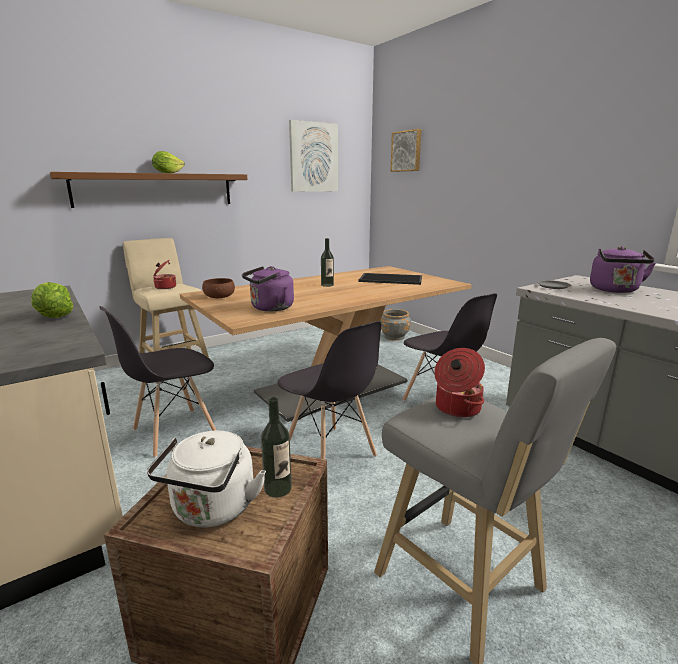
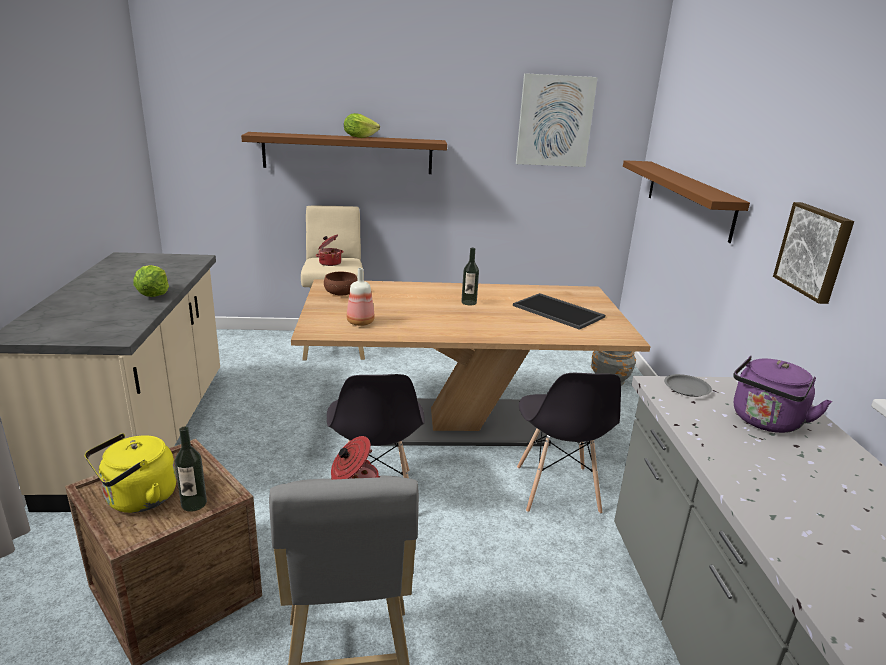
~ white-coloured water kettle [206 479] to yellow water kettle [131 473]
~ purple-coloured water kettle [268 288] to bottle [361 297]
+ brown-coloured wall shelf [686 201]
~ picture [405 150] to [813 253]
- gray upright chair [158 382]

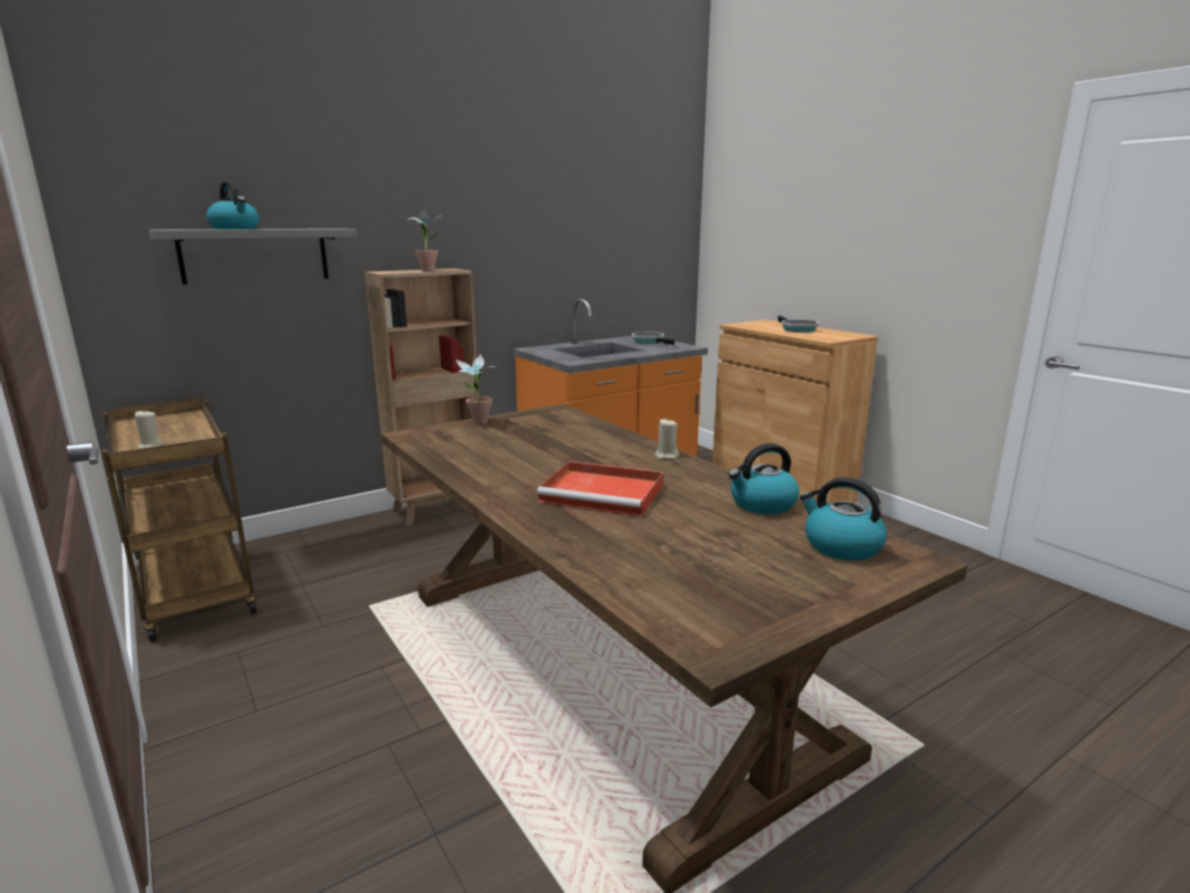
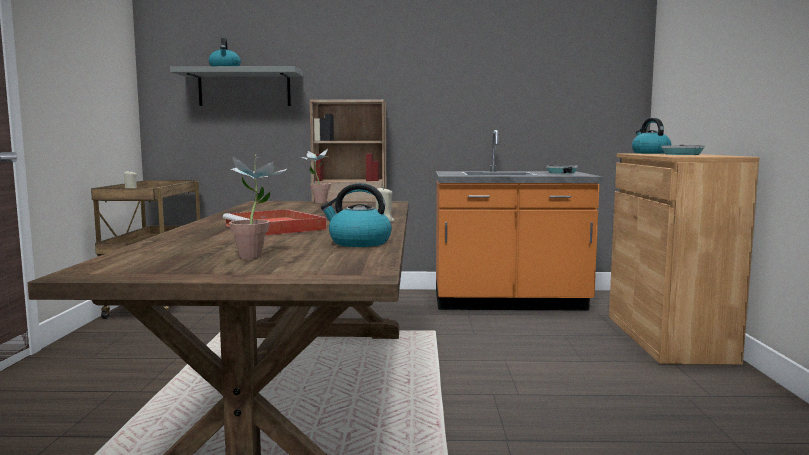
~ plant in a pot [425 241] to [257 206]
~ water kettle [843 519] to [651 136]

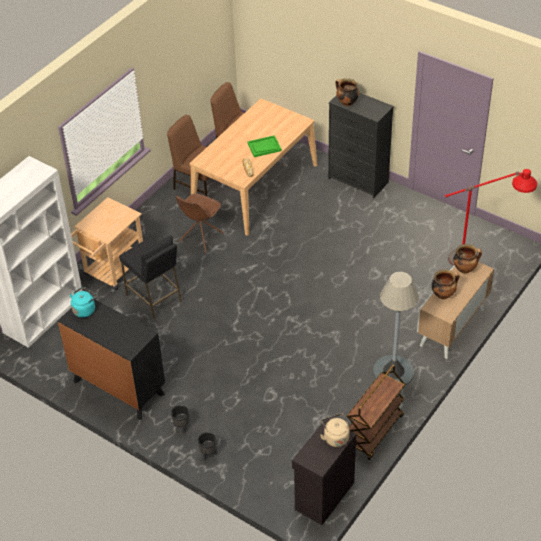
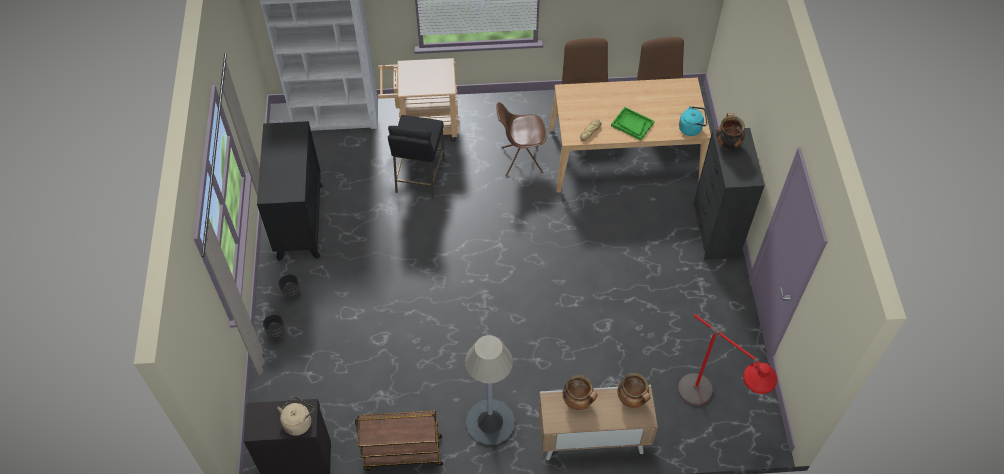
~ blue-green water kettle [84 302] to [693 121]

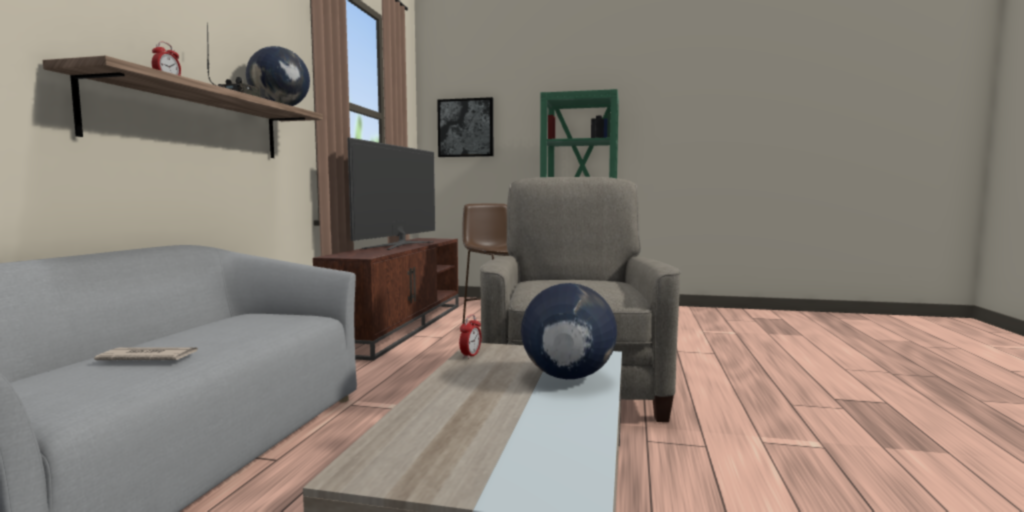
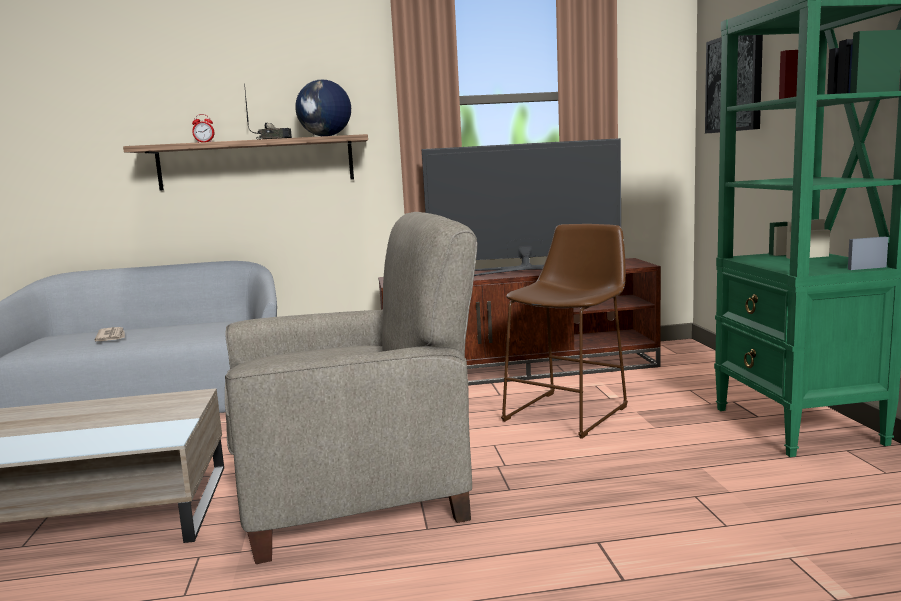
- alarm clock [470 336]
- world globe [569 331]

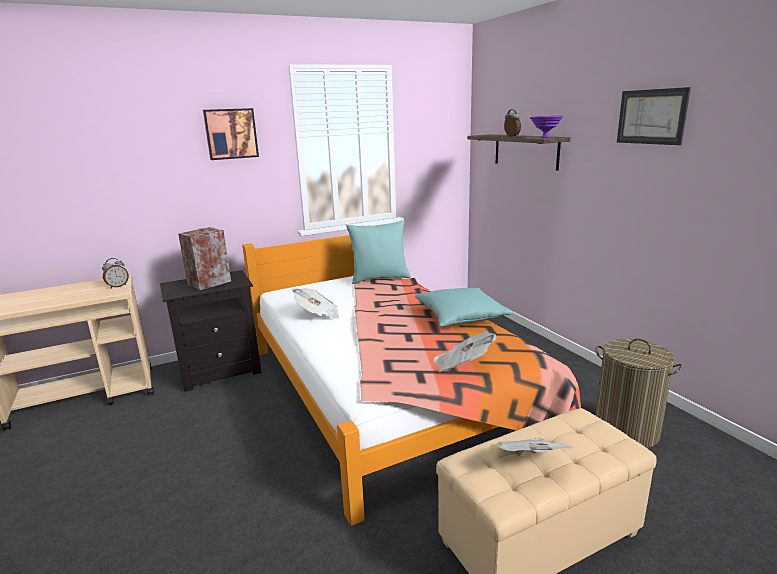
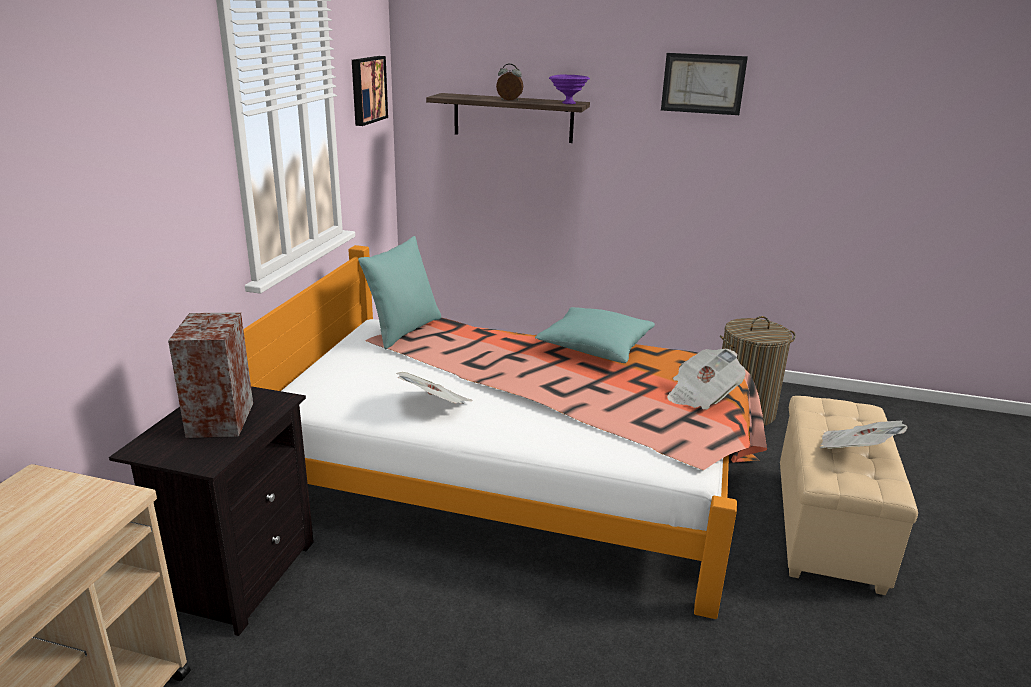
~ picture [231 134] to [370 91]
- alarm clock [115 273]

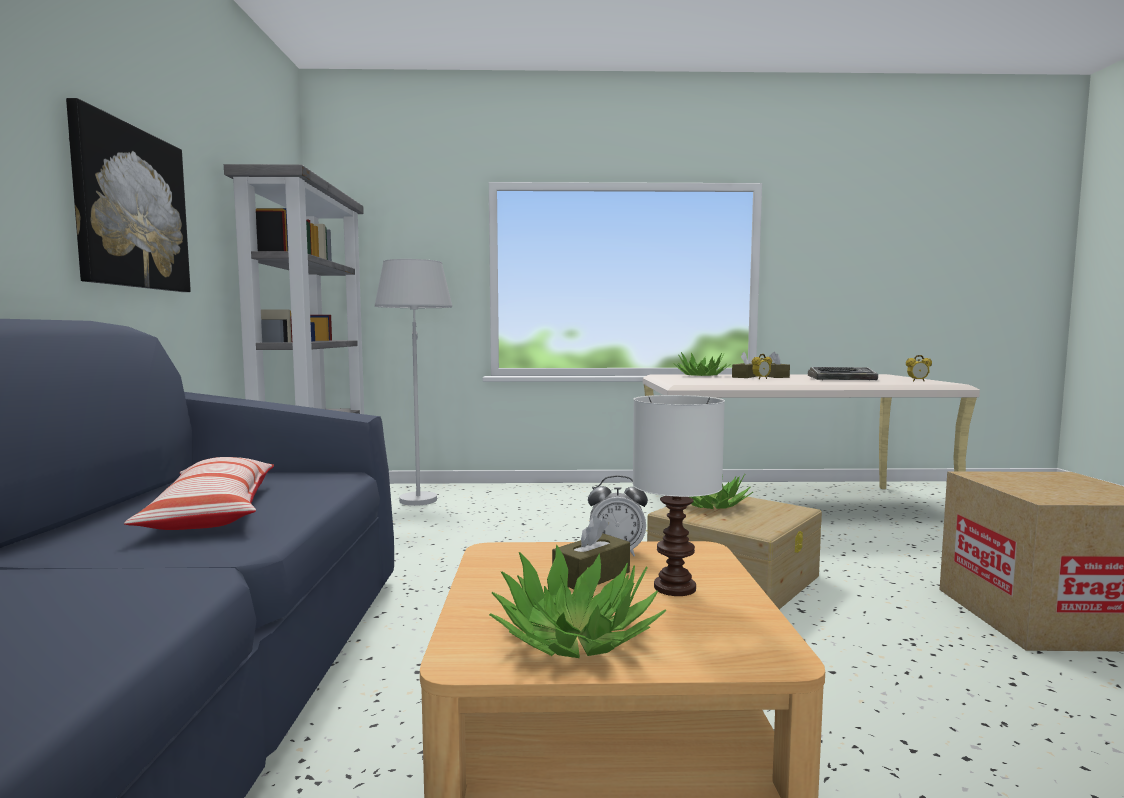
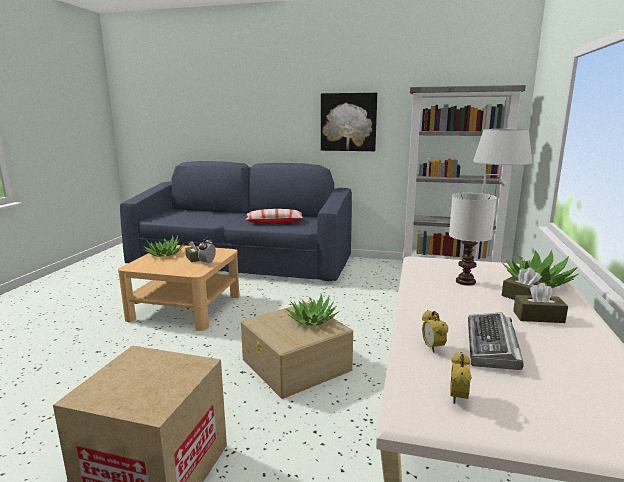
~ alarm clock [762 366] to [435 331]
~ white-coloured lamp for a table [679 495] to [473 239]

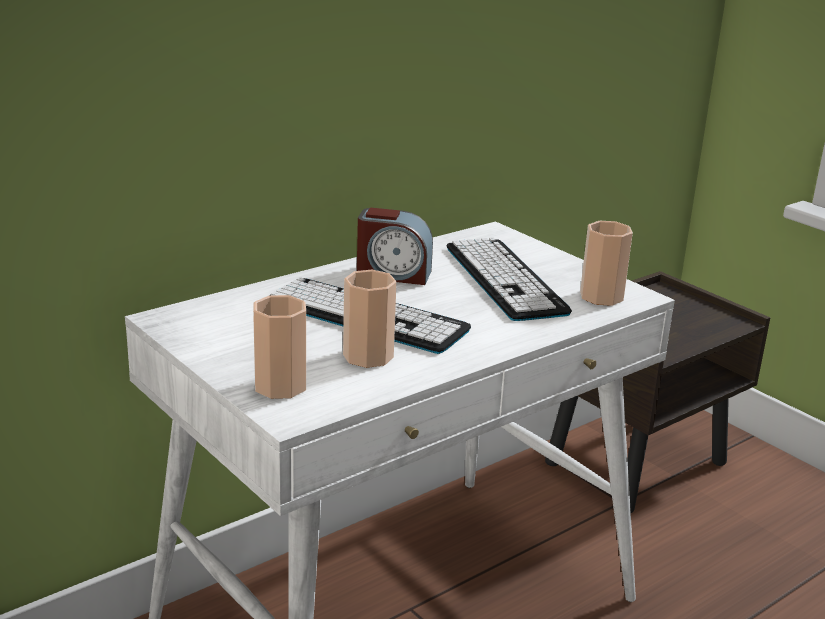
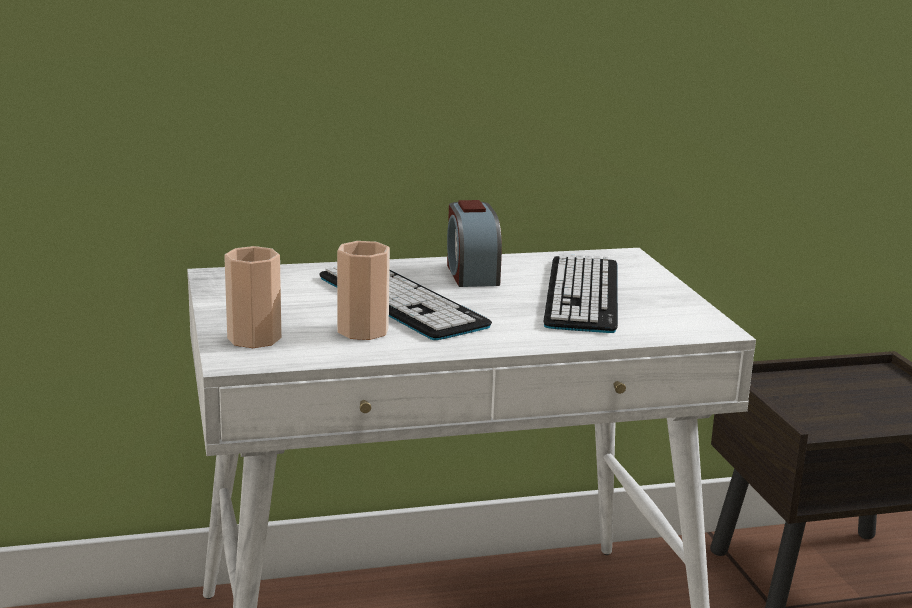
~ alarm clock [395 246] = [474 243] 45 degrees clockwise
- small cup [606 263]

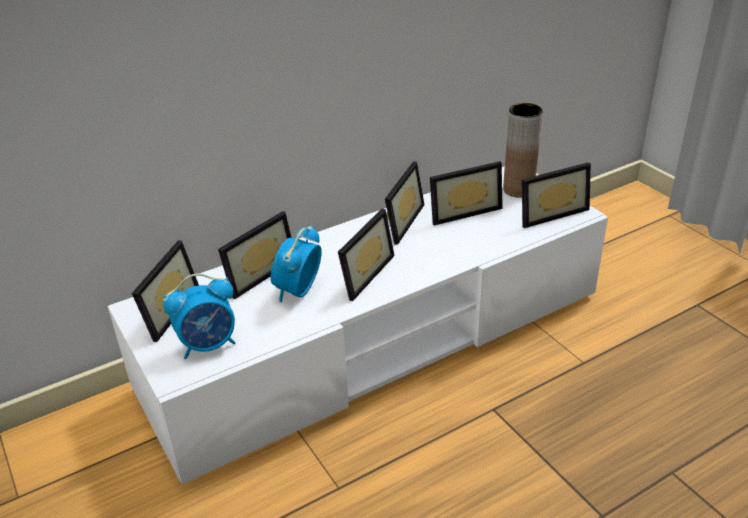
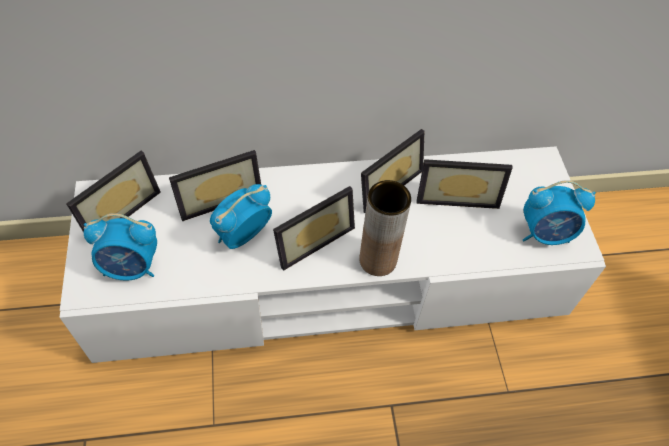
~ brown-coloured vase [523 150] to [385 228]
~ picture frame [556 195] to alarm clock [559 212]

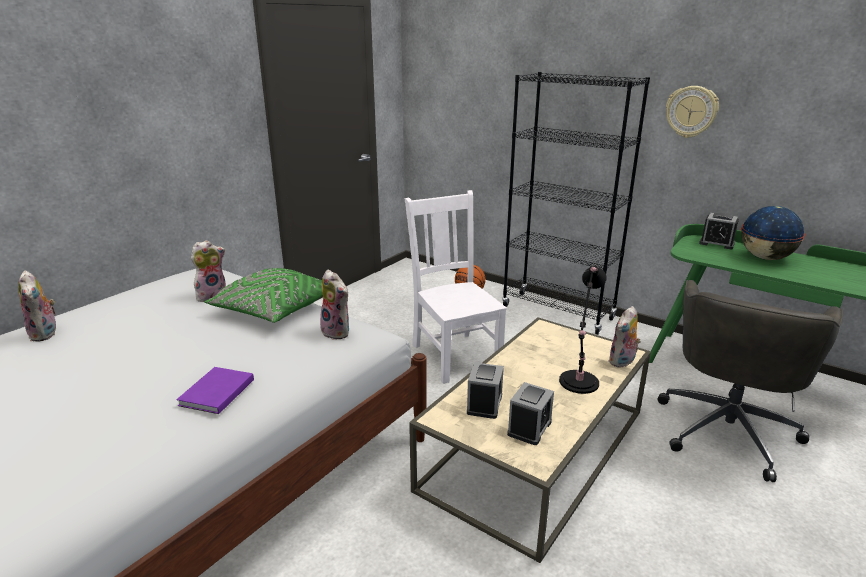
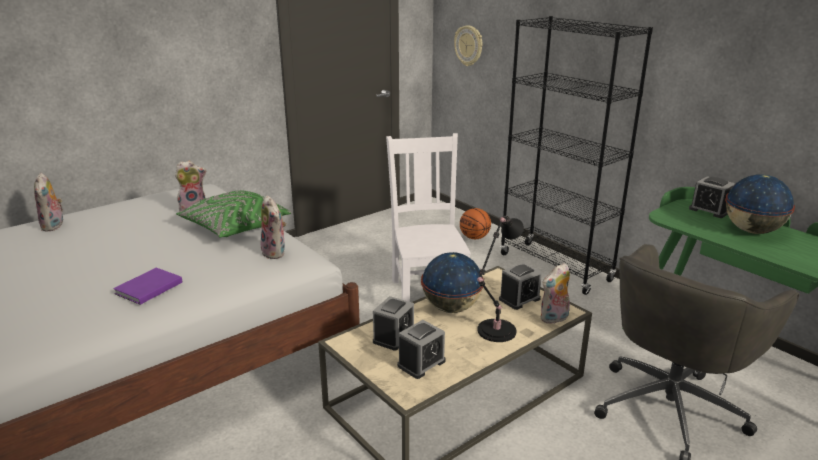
+ world globe [452 282]
~ hanging clock [692 112] to [468 45]
+ alarm clock [520 286]

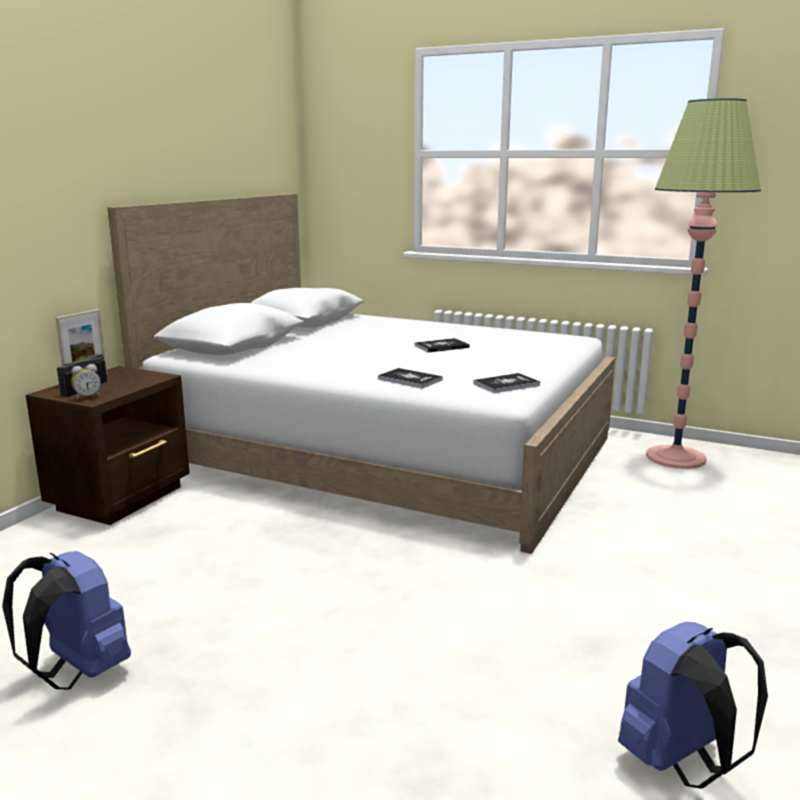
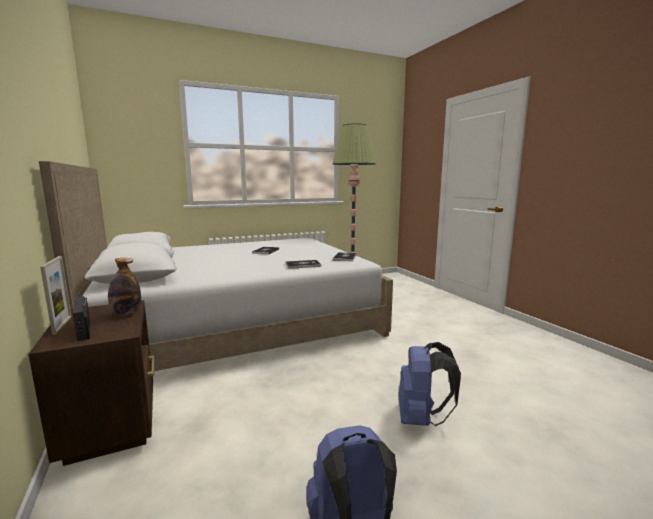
+ bottle [124 287]
~ blue backpack [693 705] to [429 384]
- alarm clock [86 382]

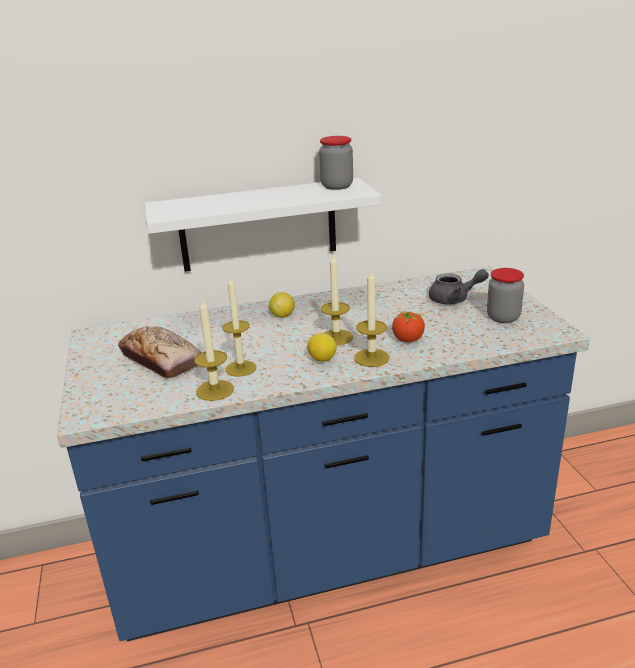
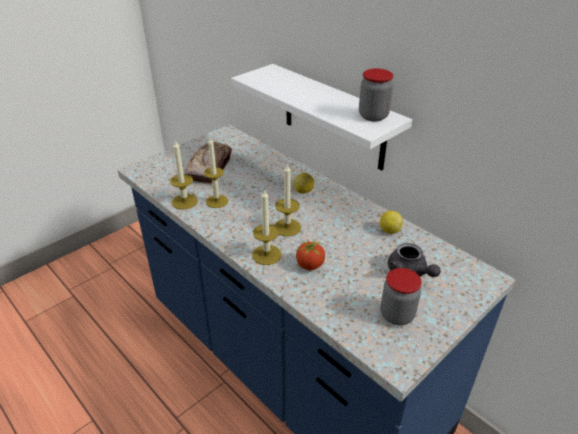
~ lemon [321 347] to [391 222]

